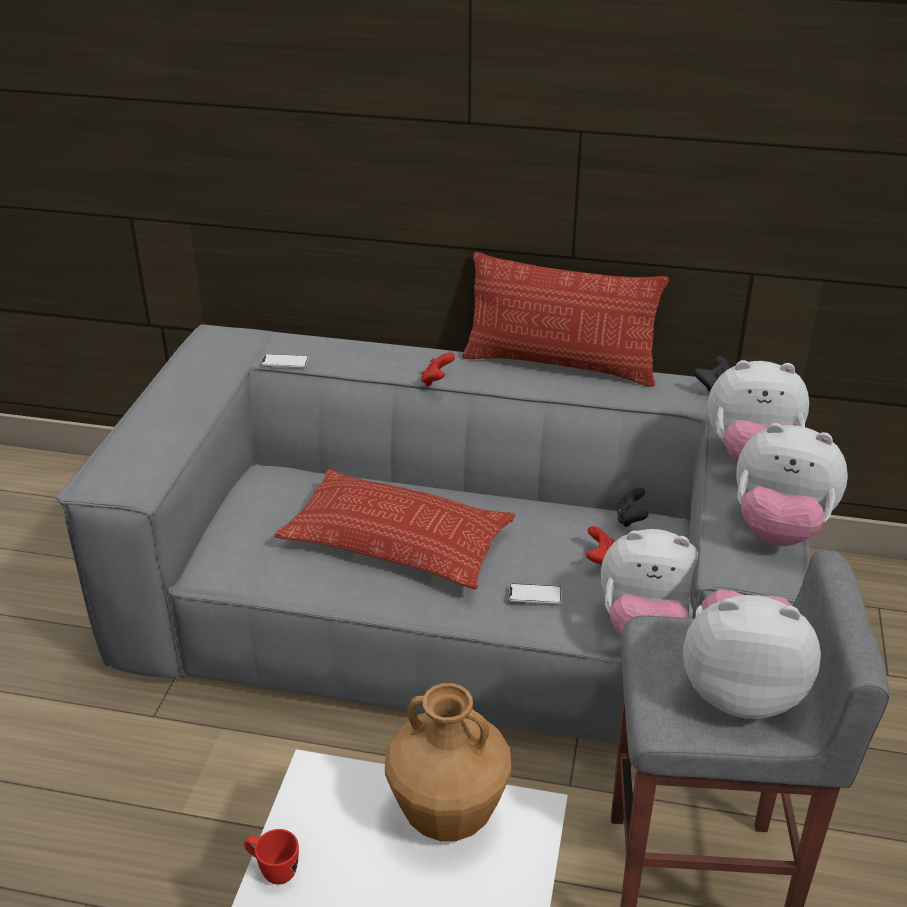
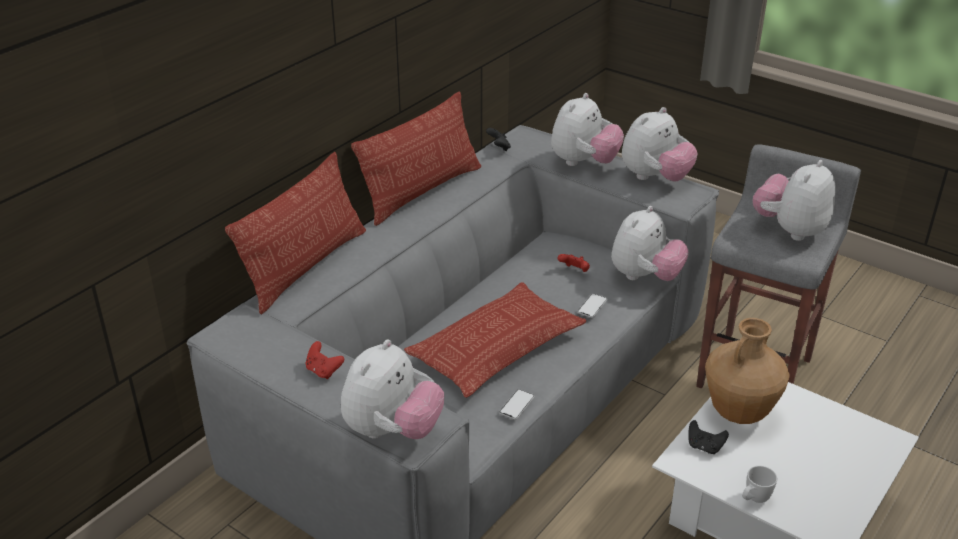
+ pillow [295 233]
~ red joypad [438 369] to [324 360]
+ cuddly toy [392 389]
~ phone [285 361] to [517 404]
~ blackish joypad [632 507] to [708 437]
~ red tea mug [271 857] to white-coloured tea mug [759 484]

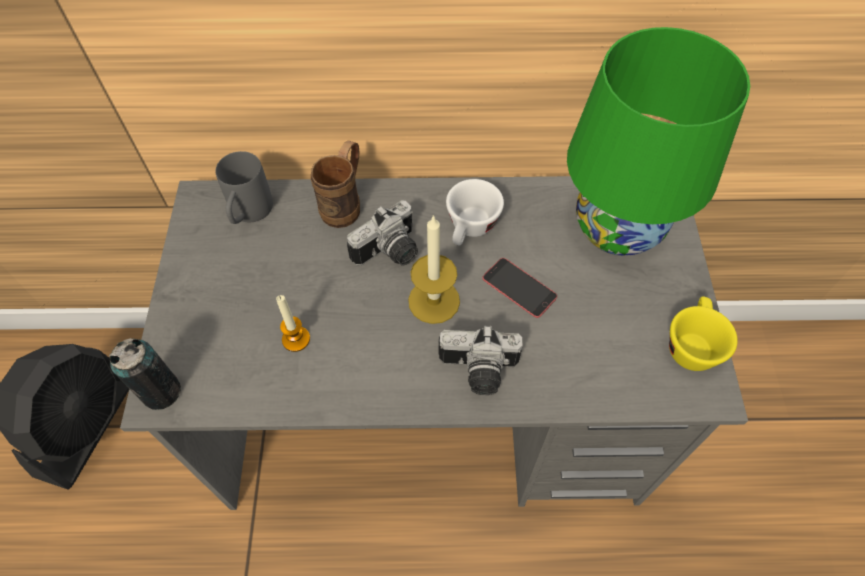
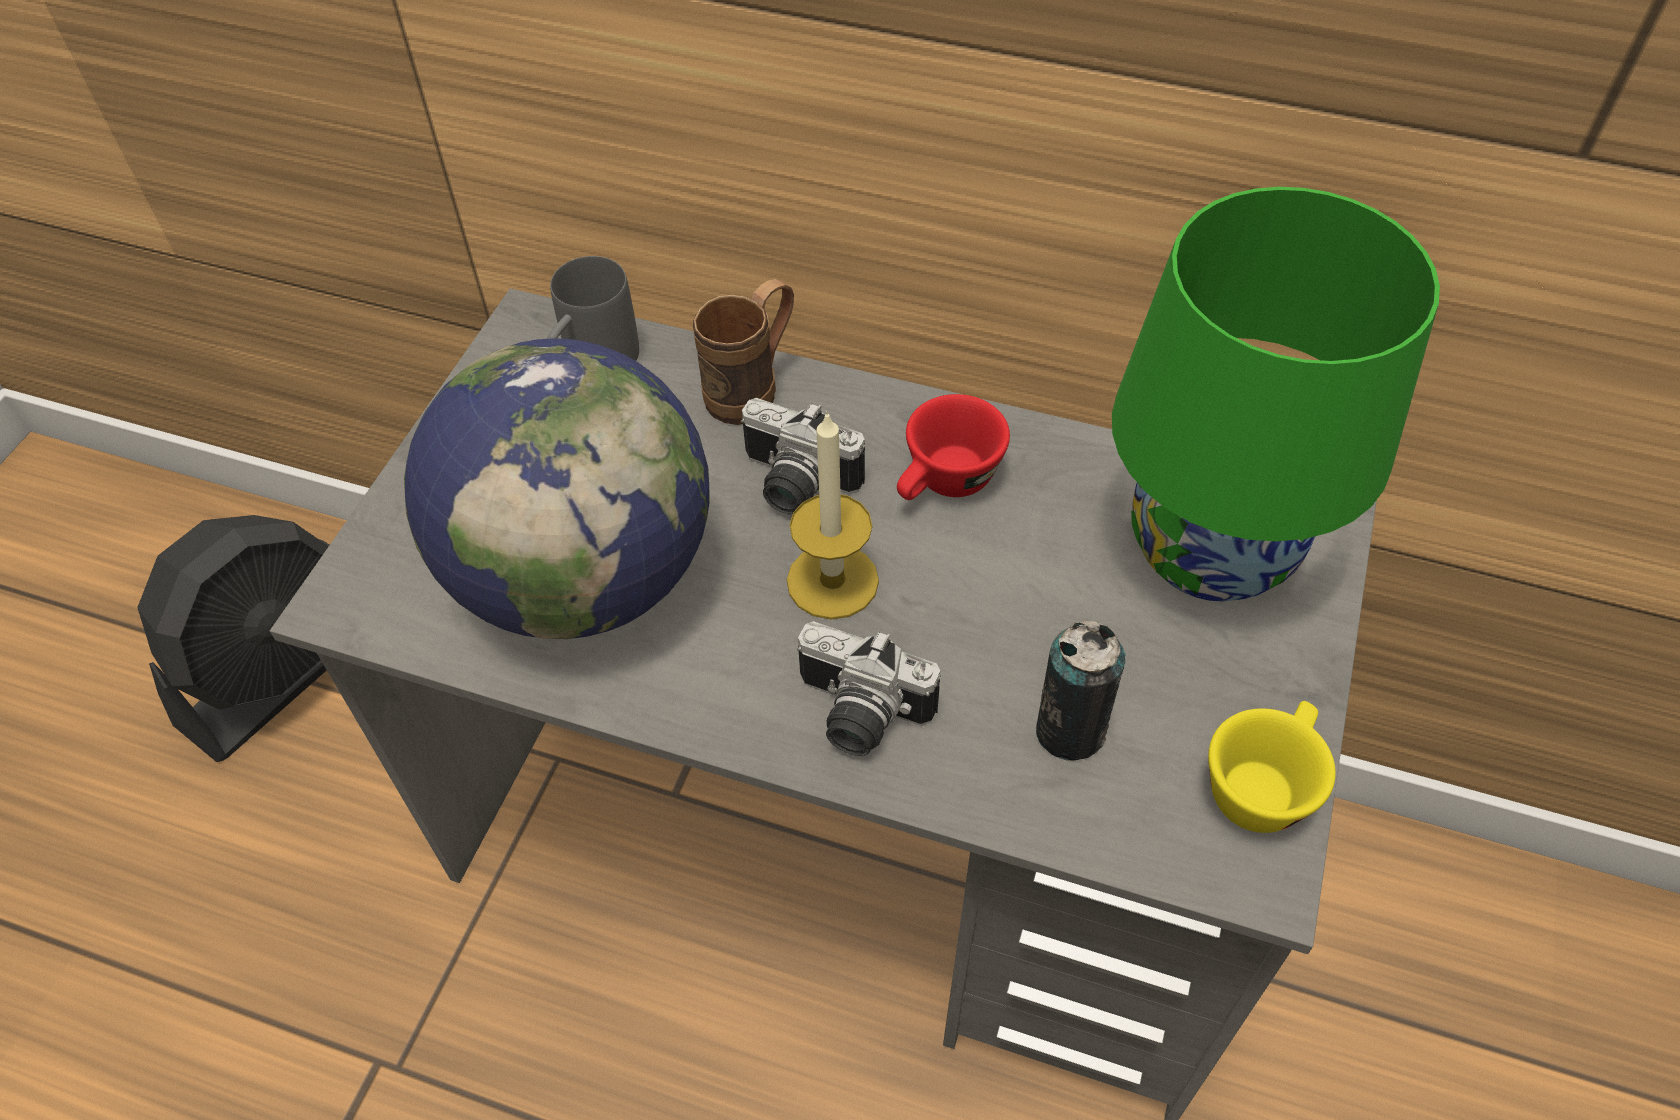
~ candle [293 323] to world globe [557 488]
~ still camera [382 233] = [803 456] 45 degrees clockwise
~ white-coloured small cup [475 212] to red small cup [953 447]
~ can [145 374] to [1081 691]
- phone [519 288]

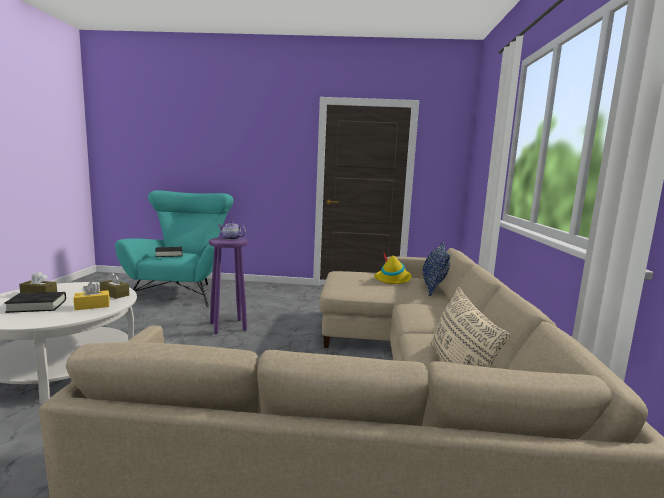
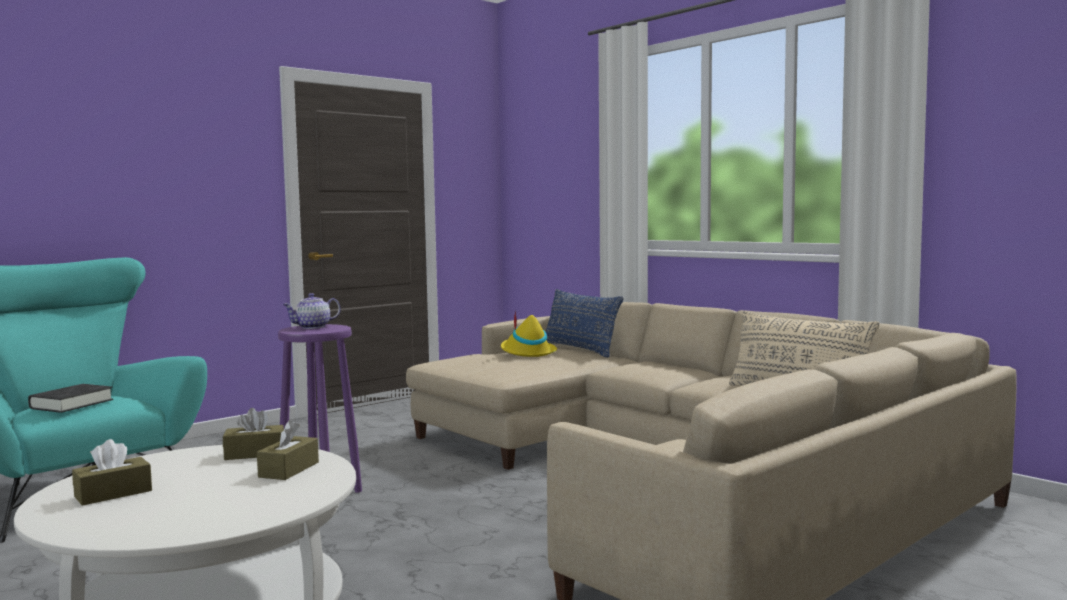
~ yellow tissue box [91 296] to brown-coloured tissue box [288 450]
- blackish book [35 302]

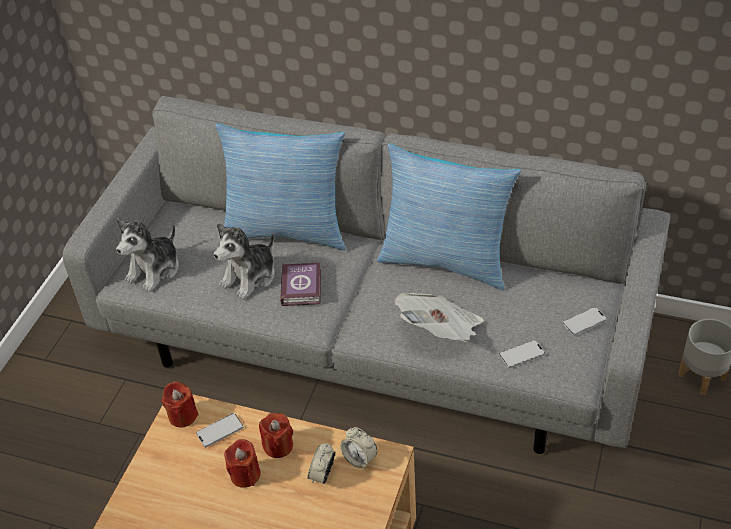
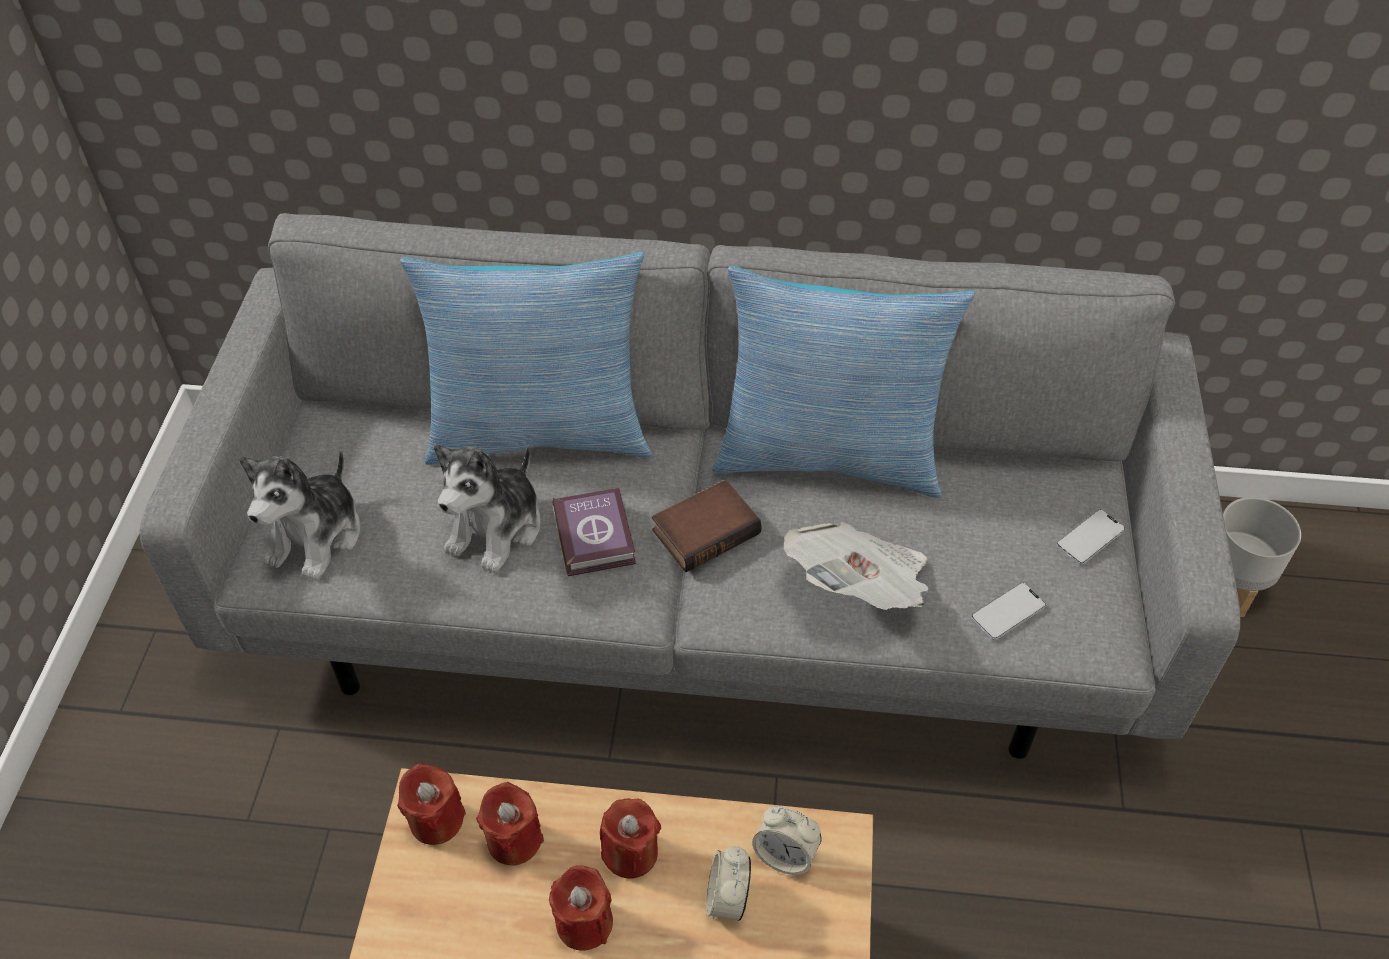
~ phone [219 430] to red candle [510 824]
+ book [707 526]

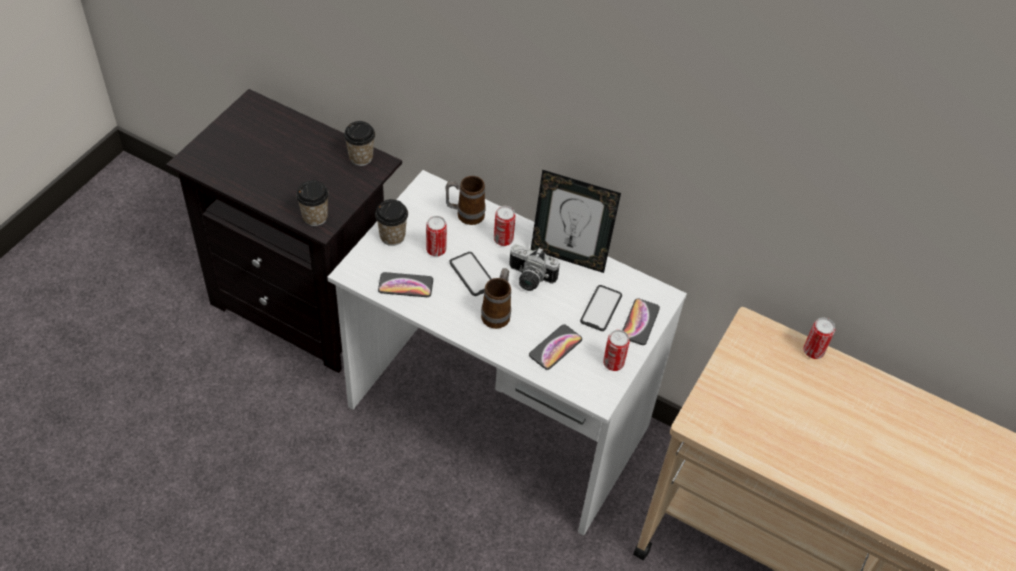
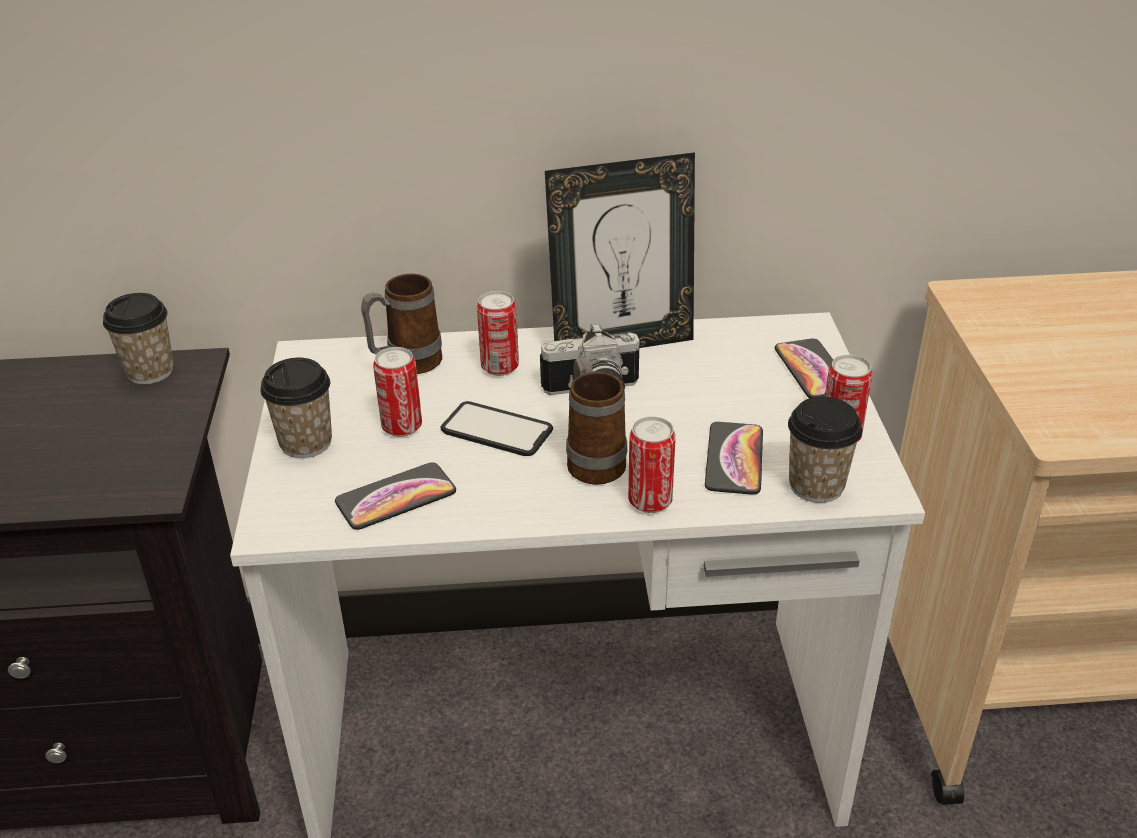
~ can [819 338] to [652 464]
~ small cup [312 203] to [825 450]
- phone [601 308]

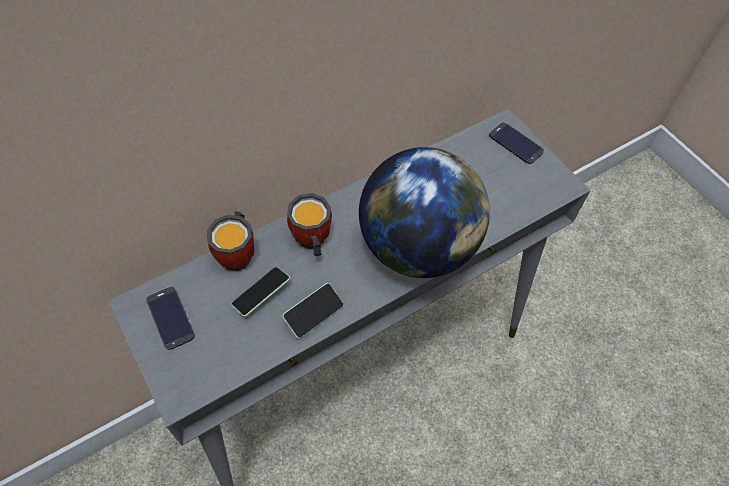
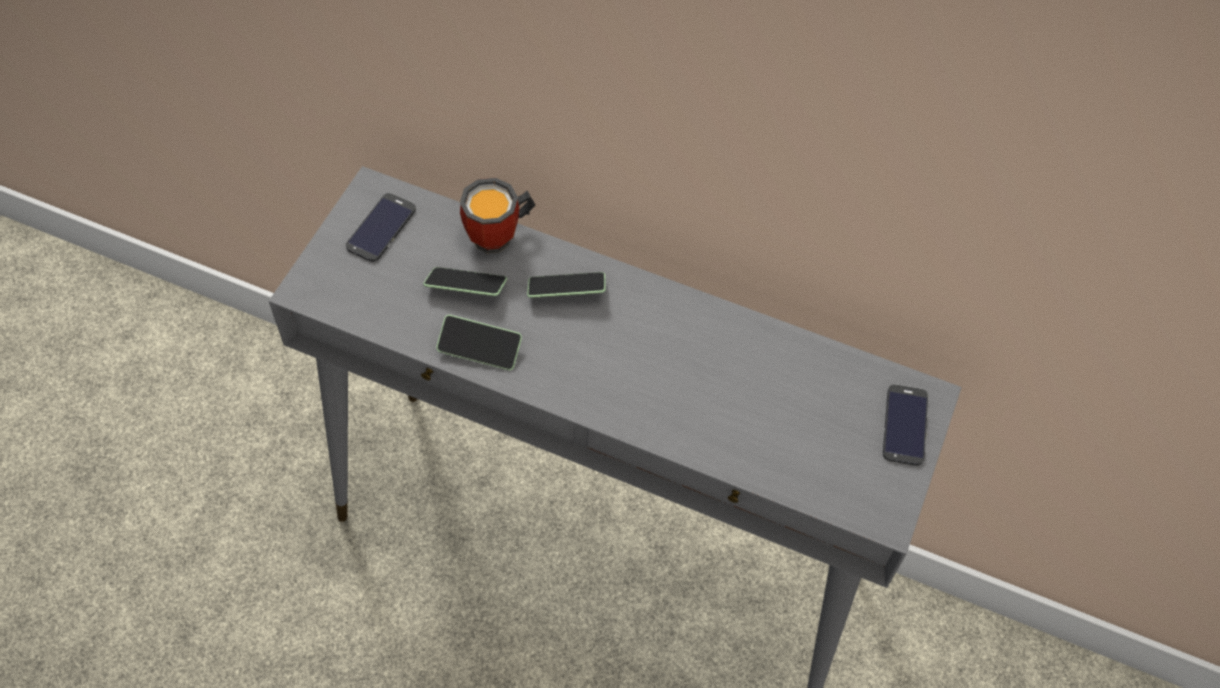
~ tea mug [309 224] to phone [566 285]
- world globe [424 212]

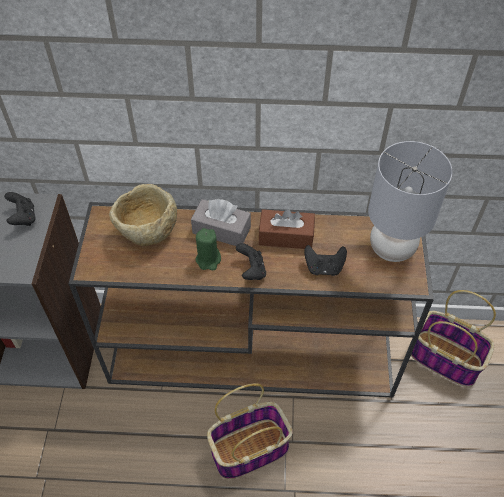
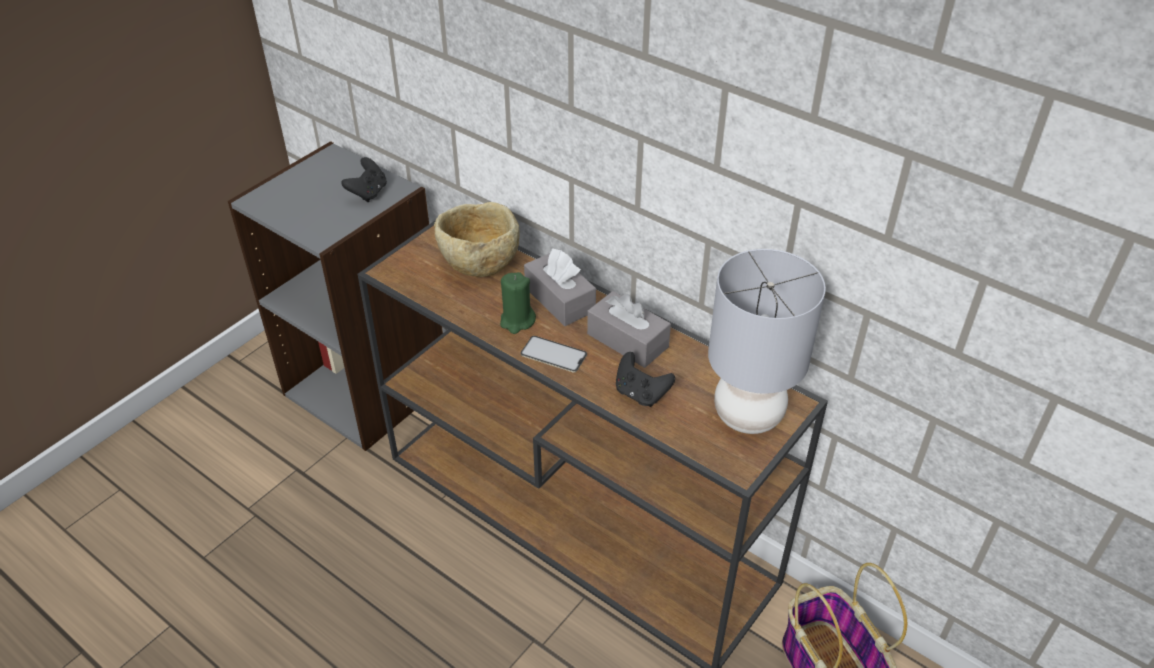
~ blackish joypad [251 261] to phone [553 354]
~ brown-coloured tissue box [287 229] to gray tissue box [629 329]
- household basket [250 431]

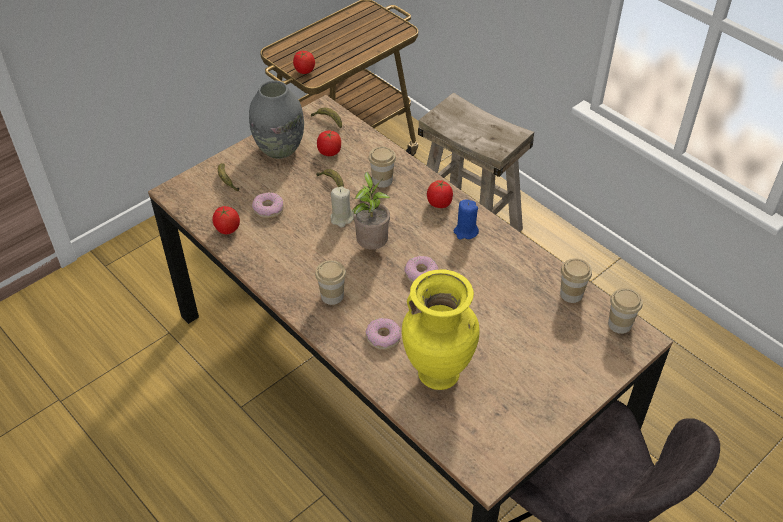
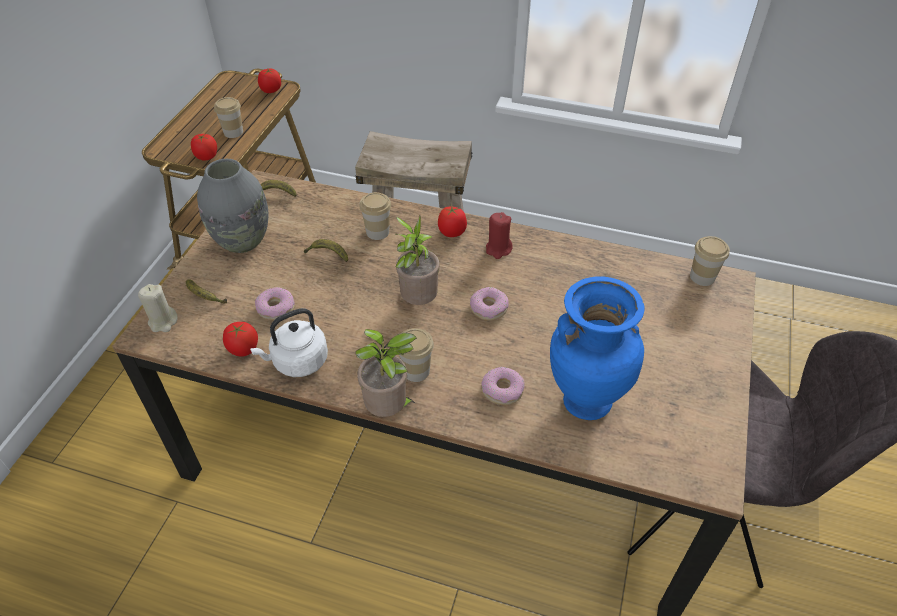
~ beige candle [342 207] to [158 308]
~ small cup [576 280] to [228 117]
+ white-coloured water kettle [289 342]
~ tomato [329 143] to [269 81]
+ plant in a pot [386 373]
~ blue candle [466 219] to red candle [499 235]
~ yellow vase [441 329] to blue vase [597 348]

